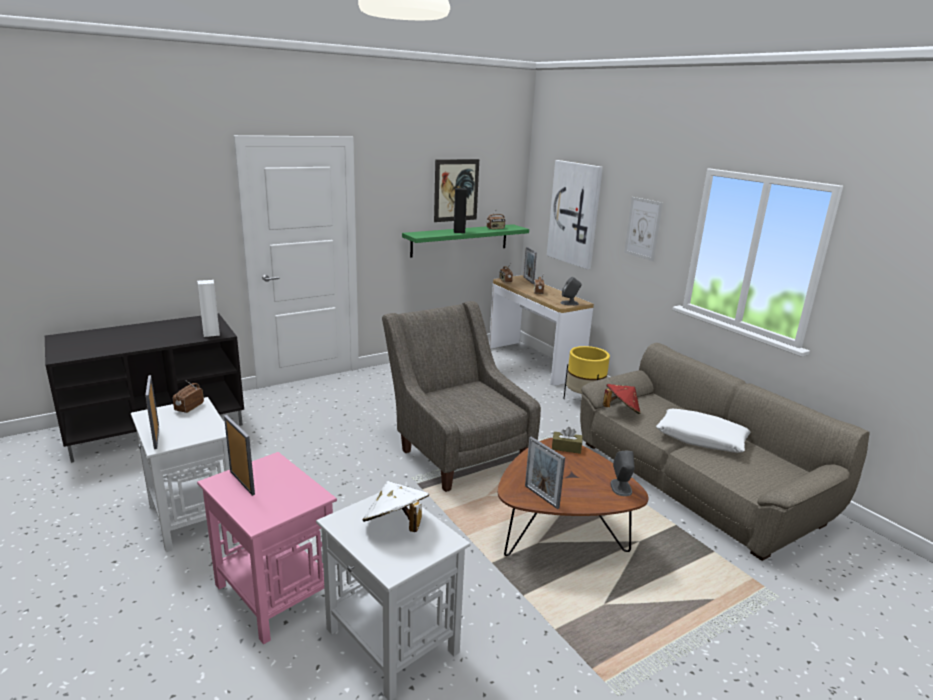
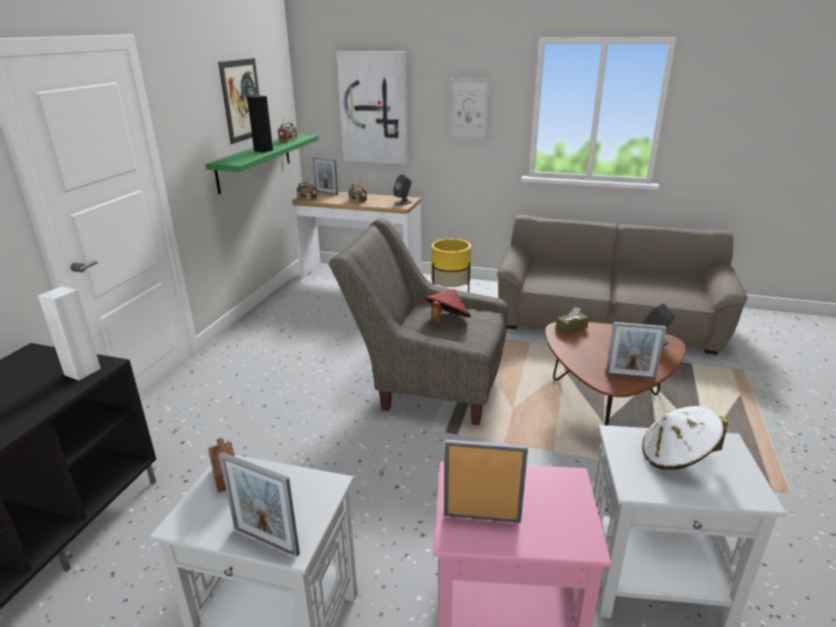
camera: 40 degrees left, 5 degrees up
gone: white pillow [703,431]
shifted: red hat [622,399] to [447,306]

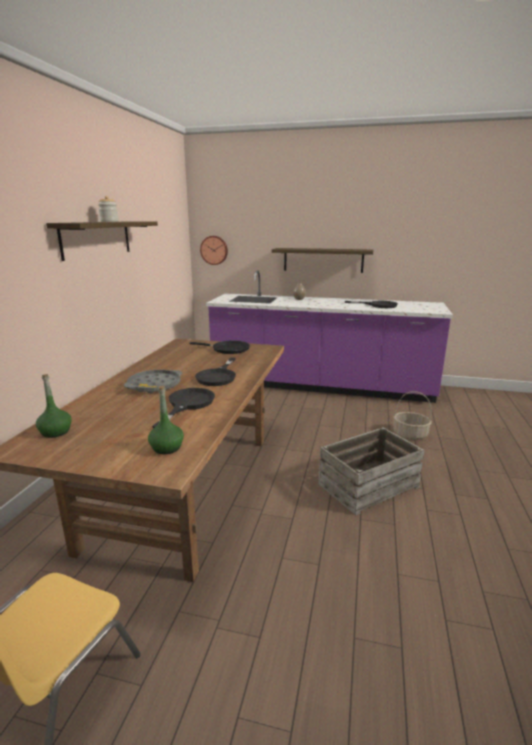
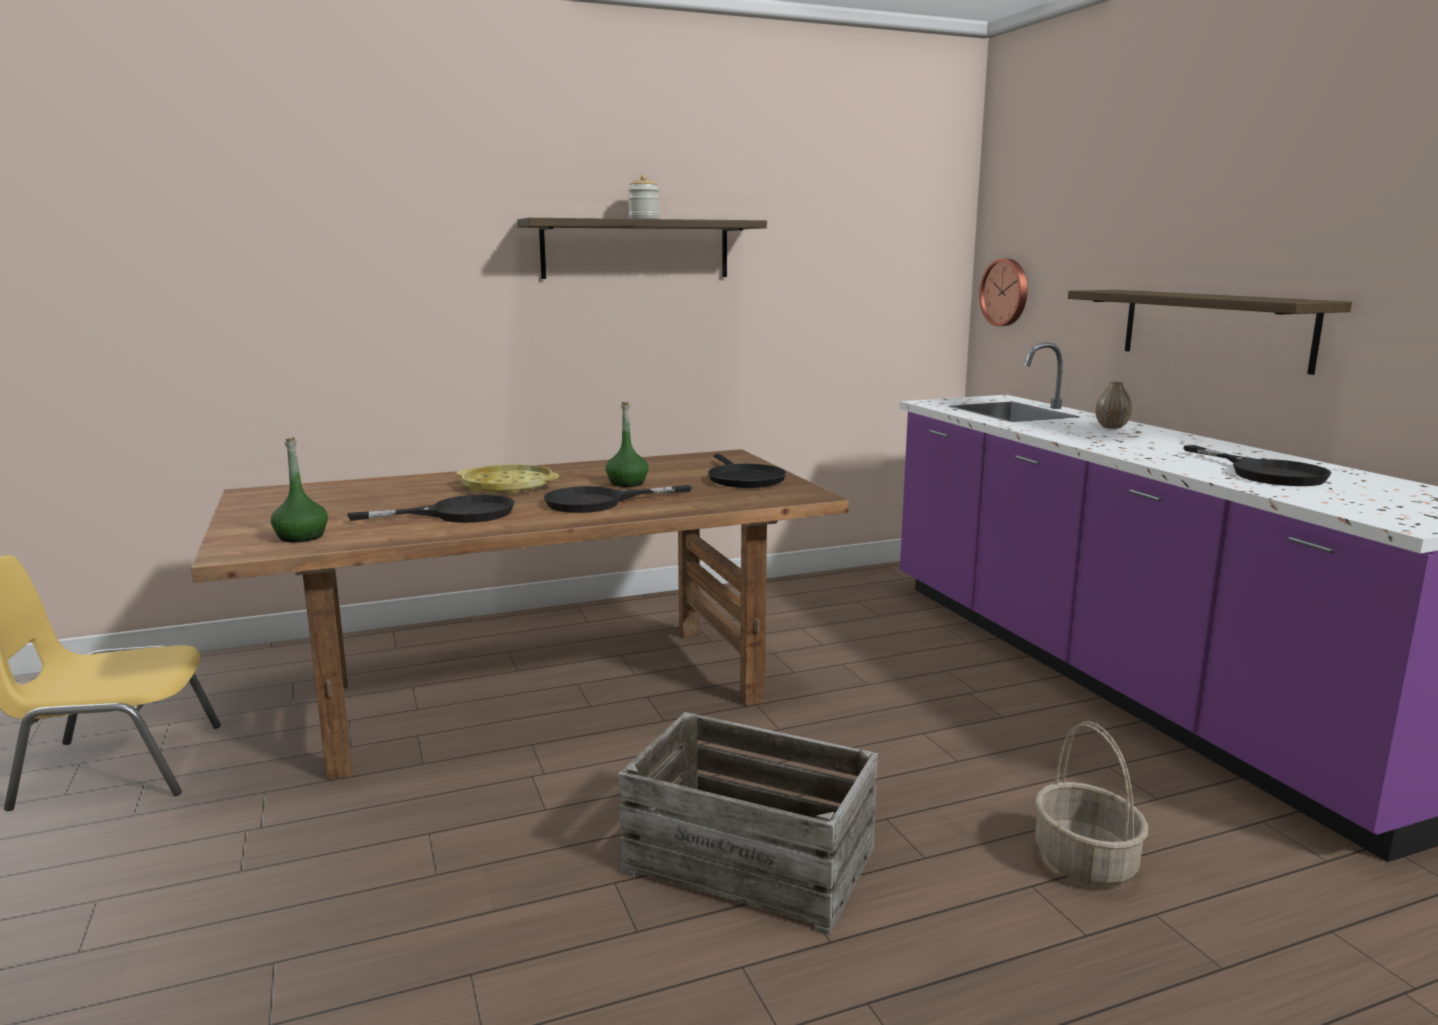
camera: 55 degrees right, 5 degrees down
shifted: green bottle [54,406] to [627,444]
repainted: grey tray [153,382] to yellow tray [507,479]

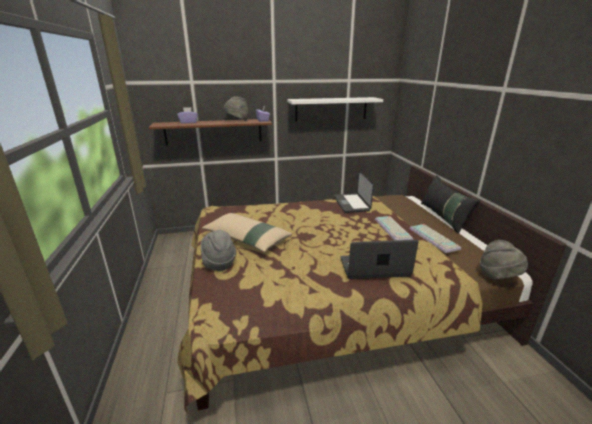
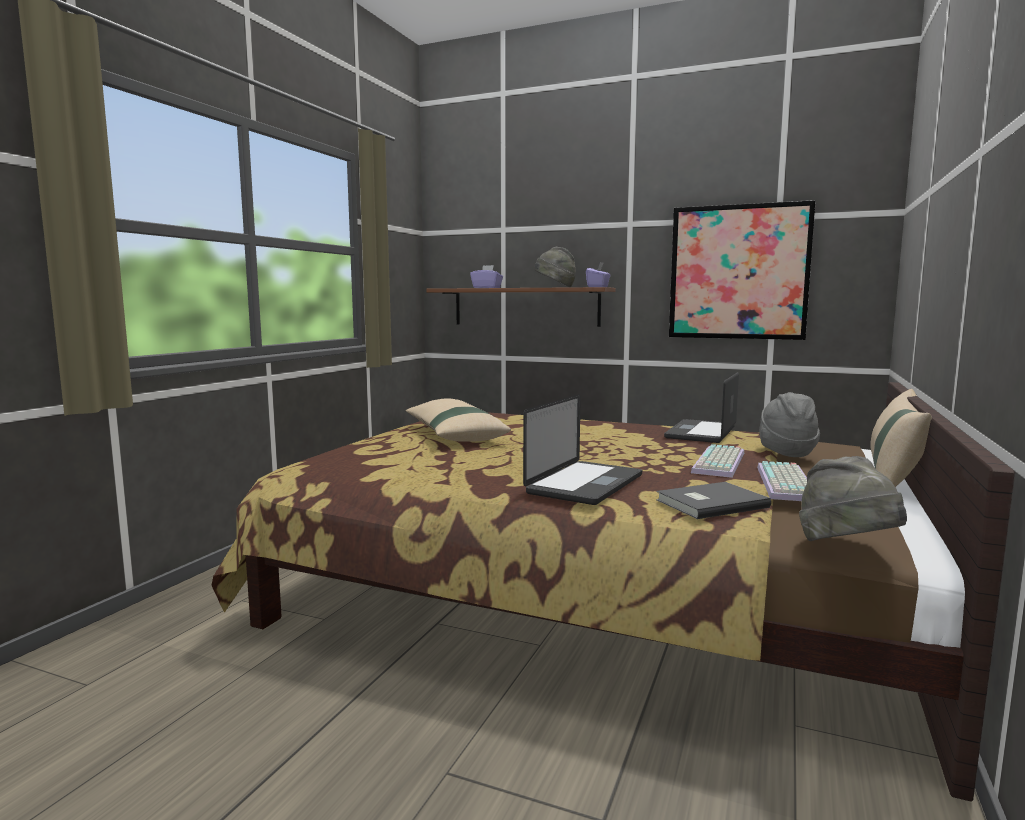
camera: 35 degrees right, 15 degrees down
new: grey book [713,500]
shifted: grey hat [218,250] to [789,424]
swapped: white shelf [335,109] to picture [742,270]
repainted: black pillow [450,204] to beige pillow [901,438]
rotated: laptop [380,259] = [582,449] 90 degrees clockwise

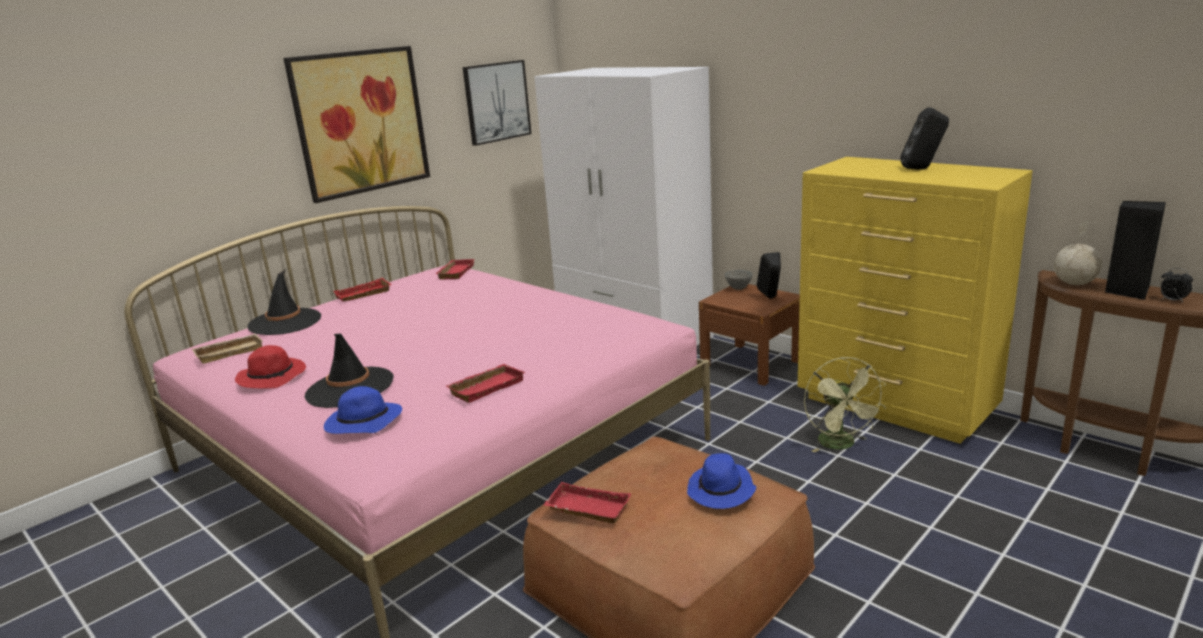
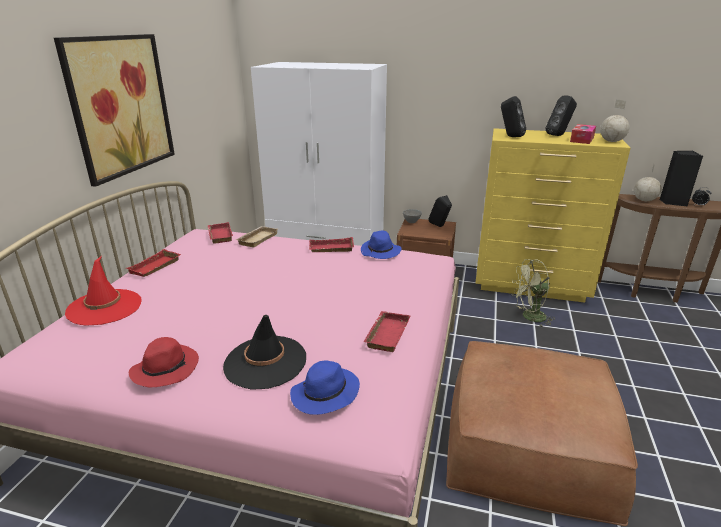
camera: 30 degrees left, 5 degrees up
gone: picture [497,103]
new: black speaker [513,116]; tissue box [583,134]; globe [615,120]
shifted: beige tray [227,349] to [256,236]; red tray [587,503] to [331,244]; blue hat [721,481] to [381,244]
repainted: black hat [284,302] to red hat [103,291]
rotated: green fan [845,404] = [533,293] 120 degrees clockwise

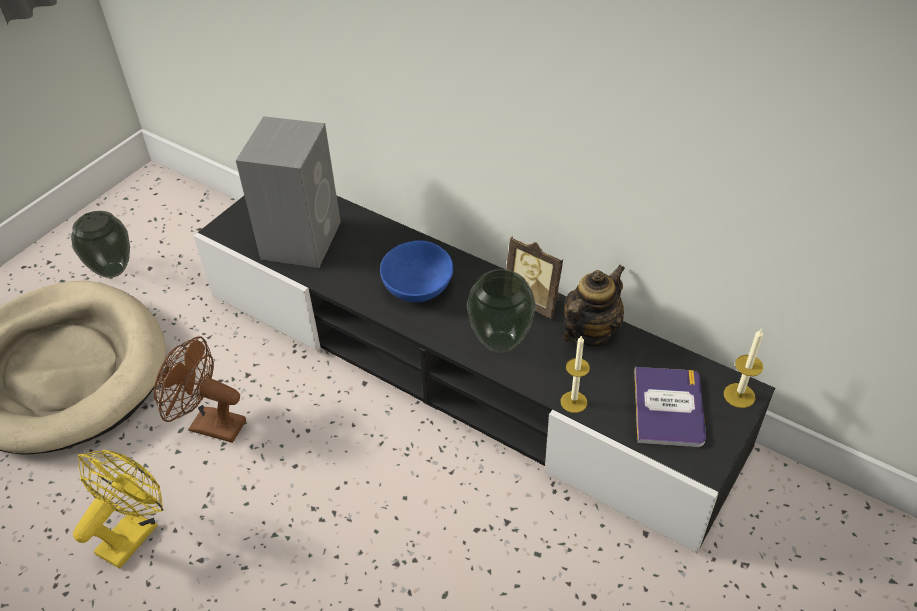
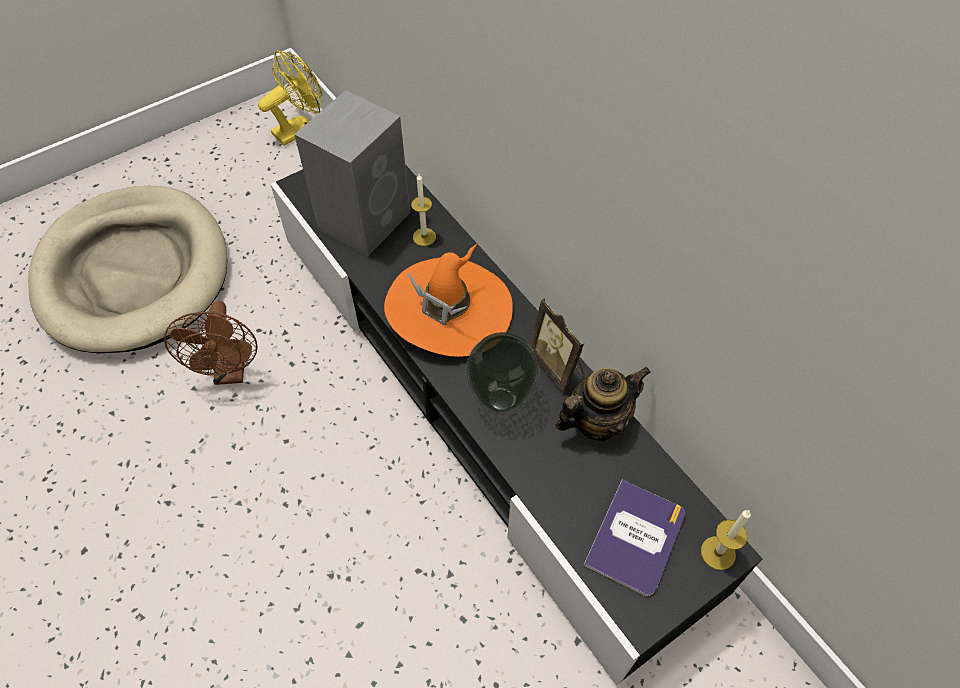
camera: 20 degrees right, 10 degrees up
gone: vase [100,244]
shifted: yellow fan [118,509] to [290,98]; candle [575,374] to [423,210]
swapped: blue bowl [416,271] to orange hat [448,300]
rotated: brown fan [200,389] = [211,342] 135 degrees counterclockwise

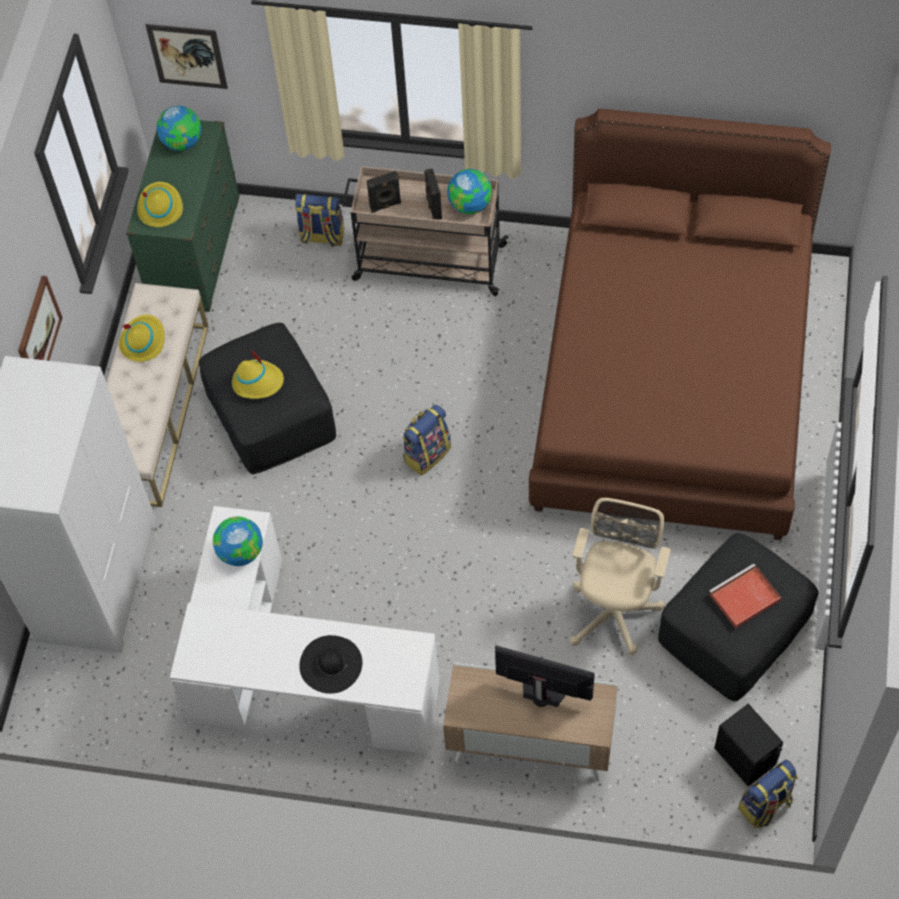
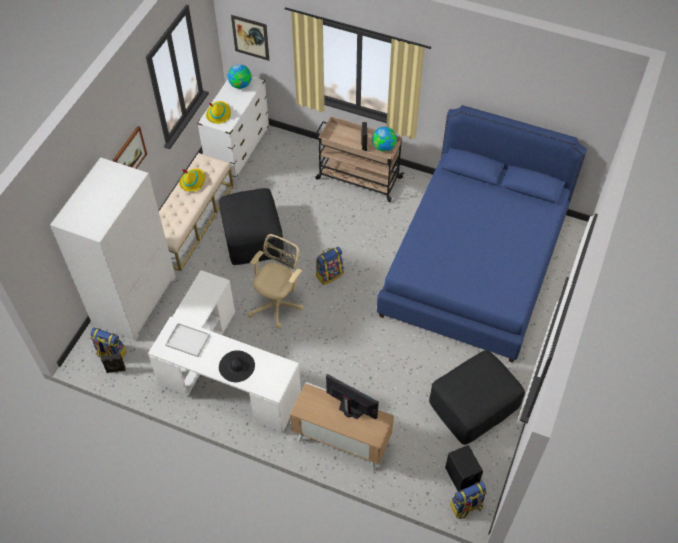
camera: 10 degrees right, 5 degrees down
gone: globe [238,541]; yellow hat [258,375]; red tray [745,596]
new: white tray [187,340]
shifted: backpack [319,220] to [108,343]; black speaker [384,192] to [113,363]; beige office chair [620,576] to [276,281]
repainted: green dresser [183,216] to white dresser [233,127]; brown bed [680,324] to blue bed [482,234]

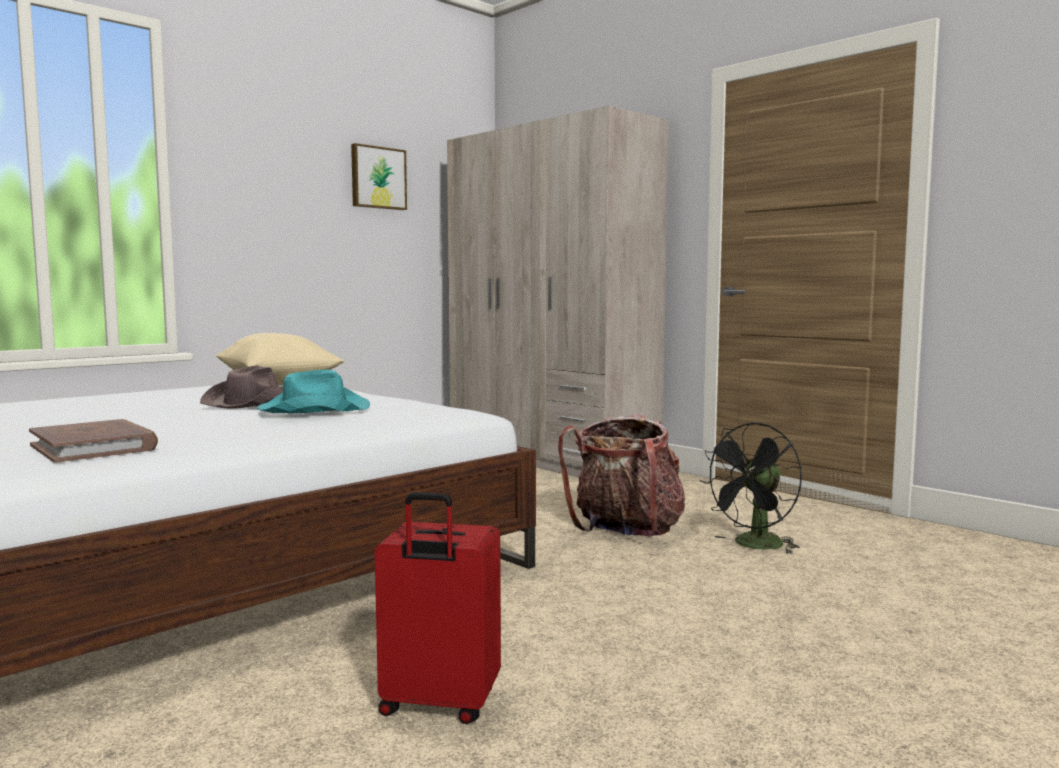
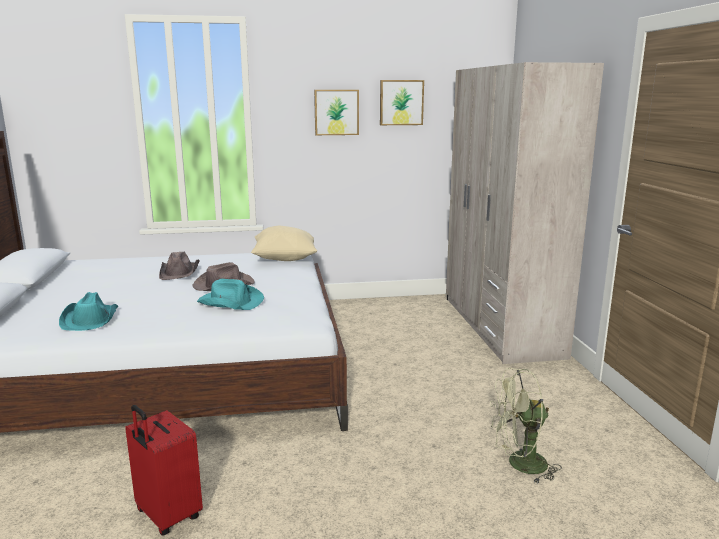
camera: 35 degrees right, 10 degrees up
gone: backpack [621,475]
new: brown hat [179,266]; picture [336,112]
swapped: brown book [93,441] to turquoise hat [88,311]
repainted: black fan [751,488] to green fan [526,425]

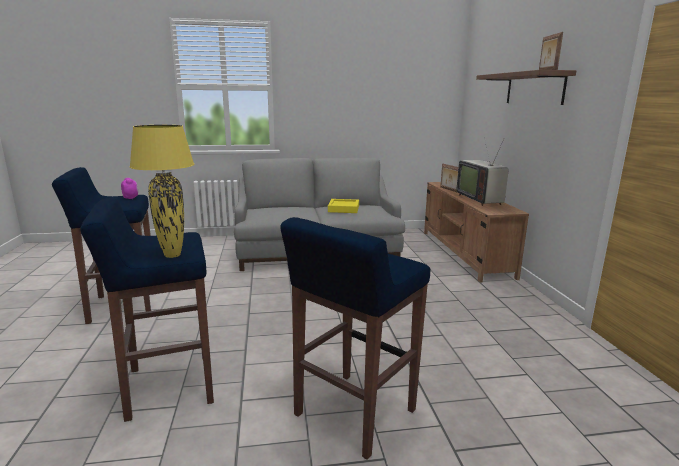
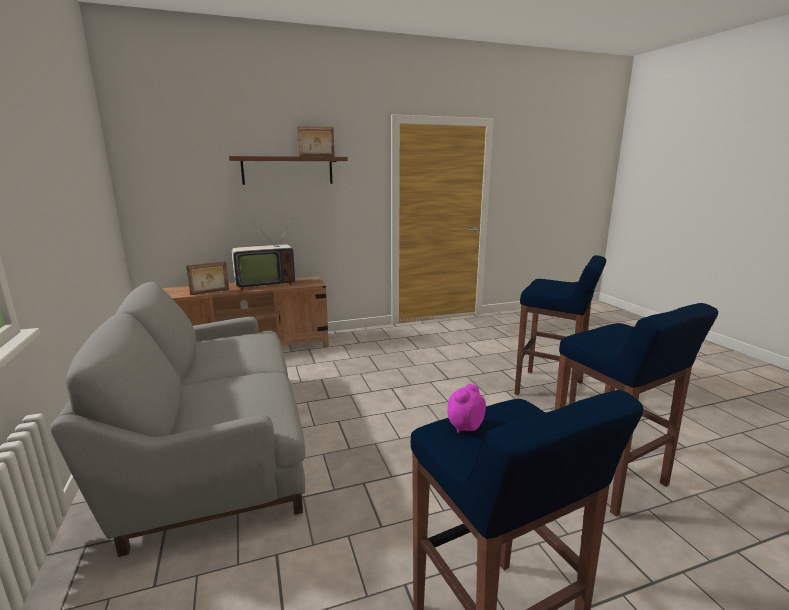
camera: 100 degrees left, 0 degrees up
gone: yellow table lamp [161,191]; yellow tray [343,206]

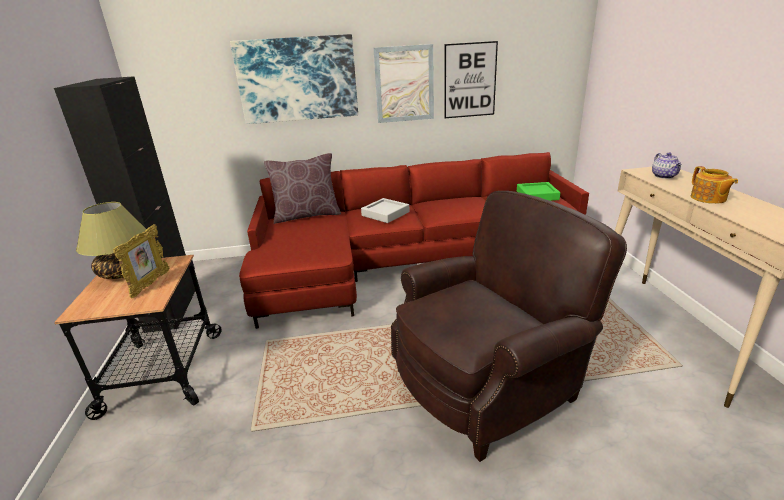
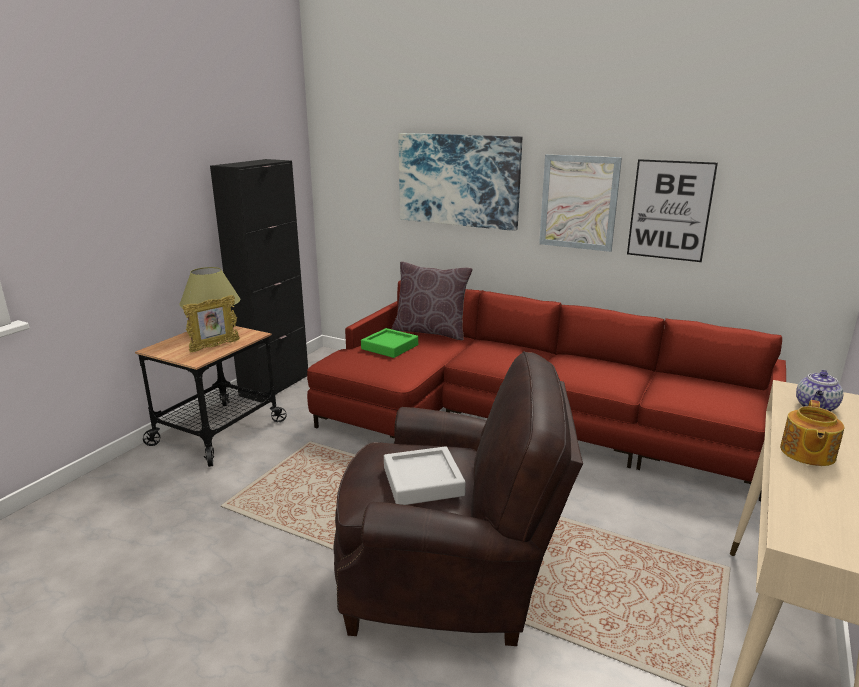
camera: 35 degrees right, 5 degrees down
shifted: grey tray [385,210] to [425,475]; green tray [538,191] to [389,343]

